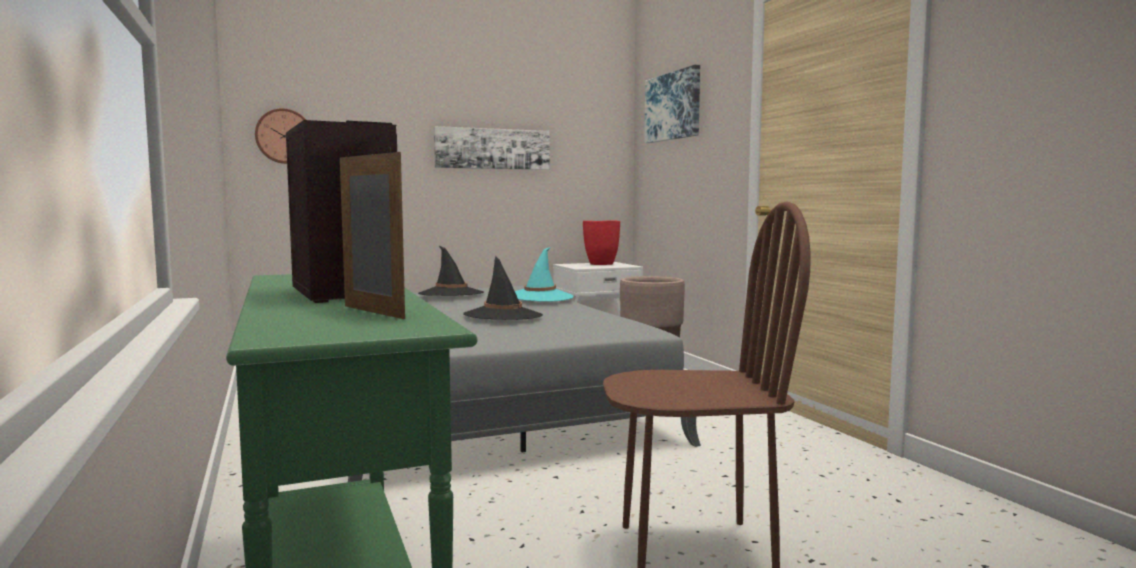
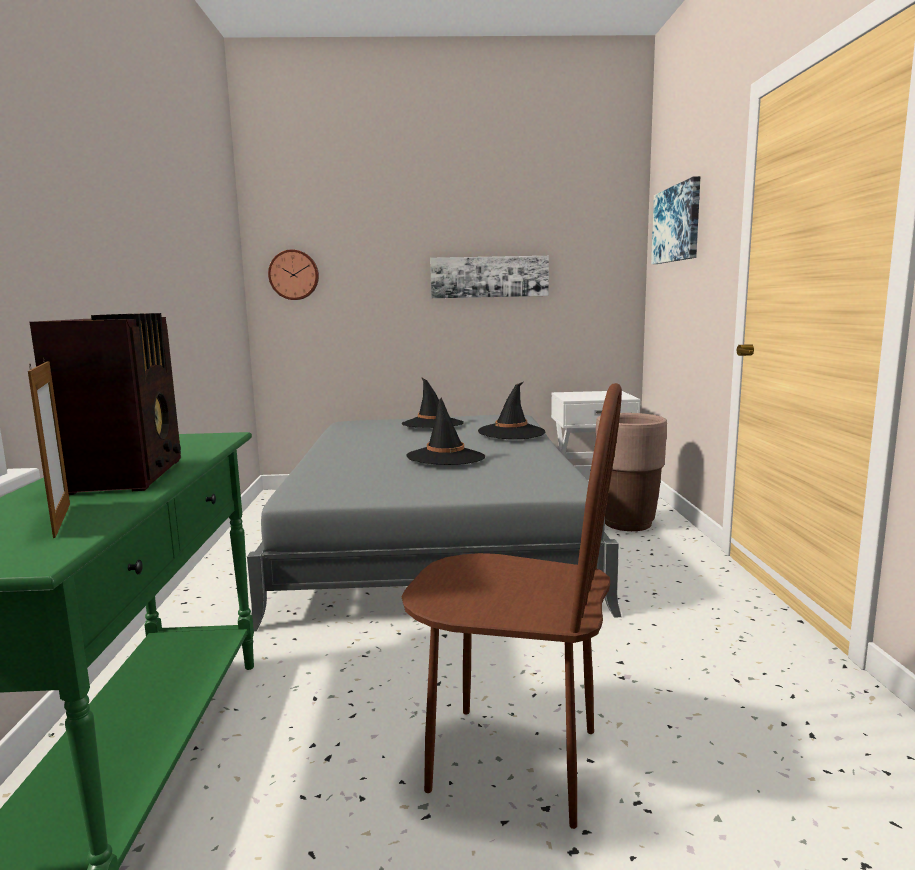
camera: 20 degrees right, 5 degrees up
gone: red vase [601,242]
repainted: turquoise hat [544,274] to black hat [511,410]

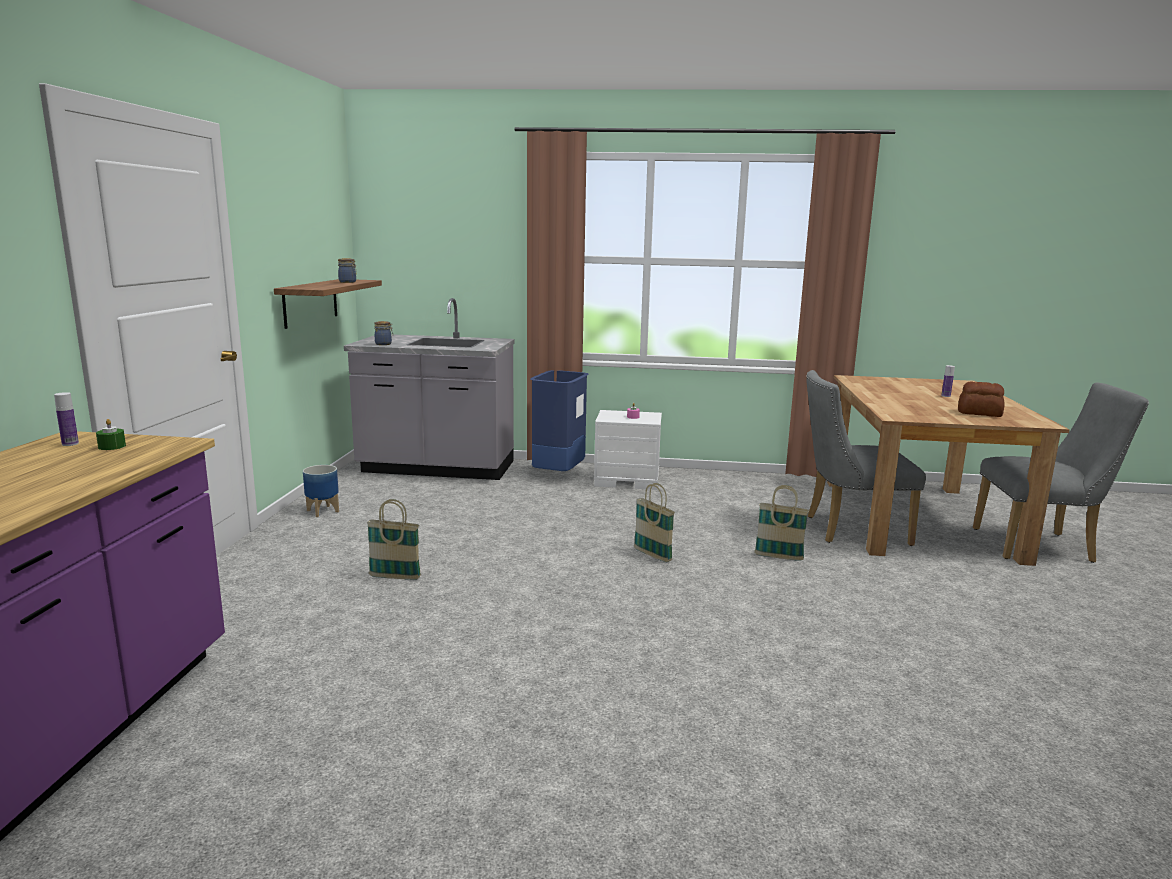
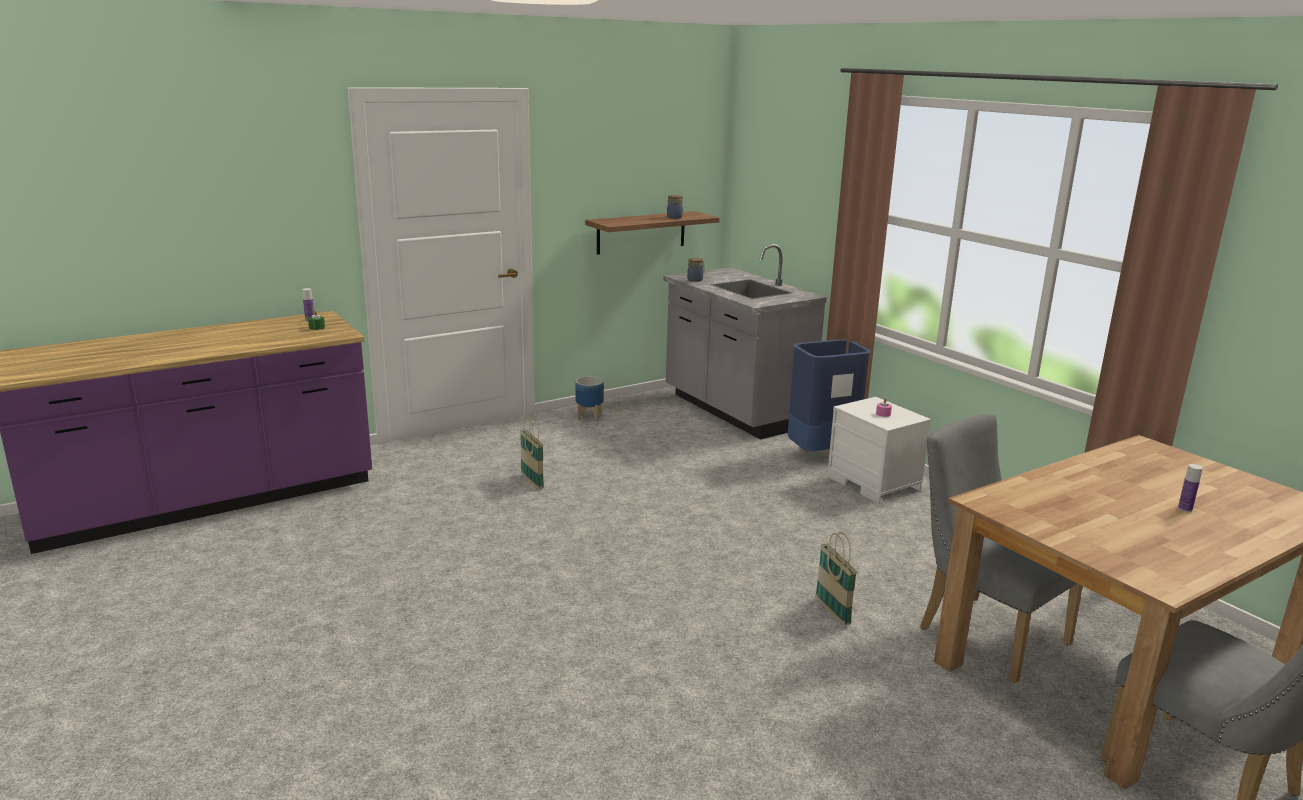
camera: 50 degrees right, 5 degrees up
gone: basket [654,522]; bread [981,399]

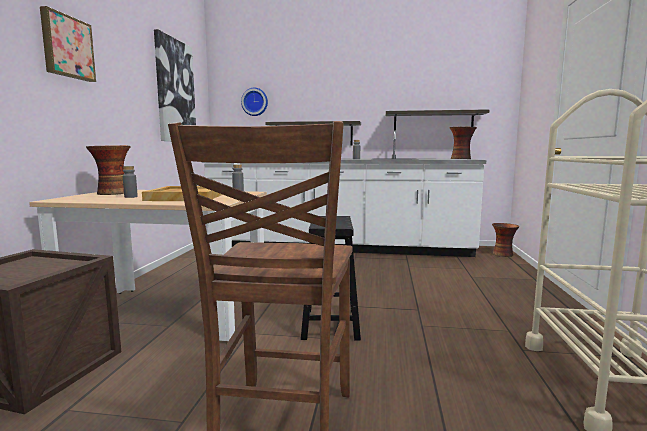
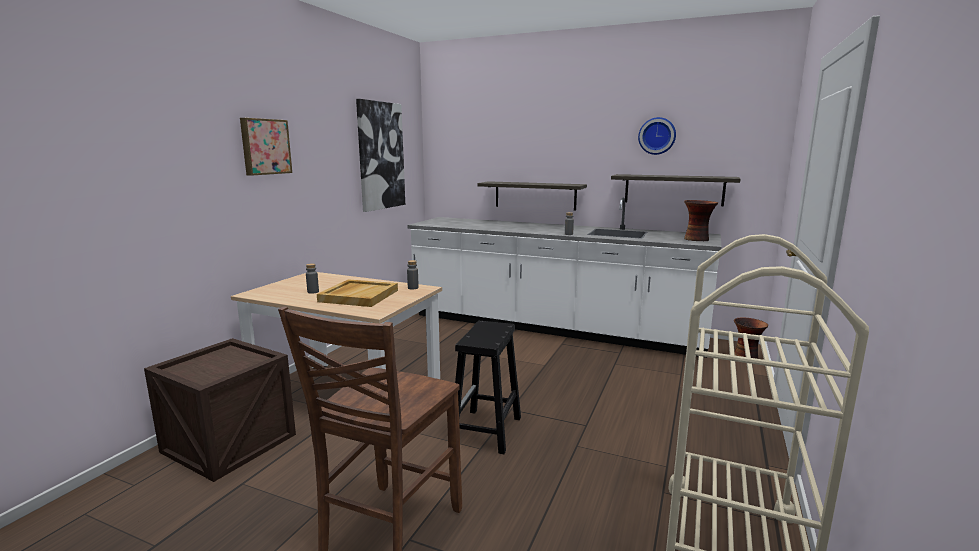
camera: 15 degrees right, 5 degrees up
gone: vase [108,170]
shifted: wall clock [254,102] to [657,136]

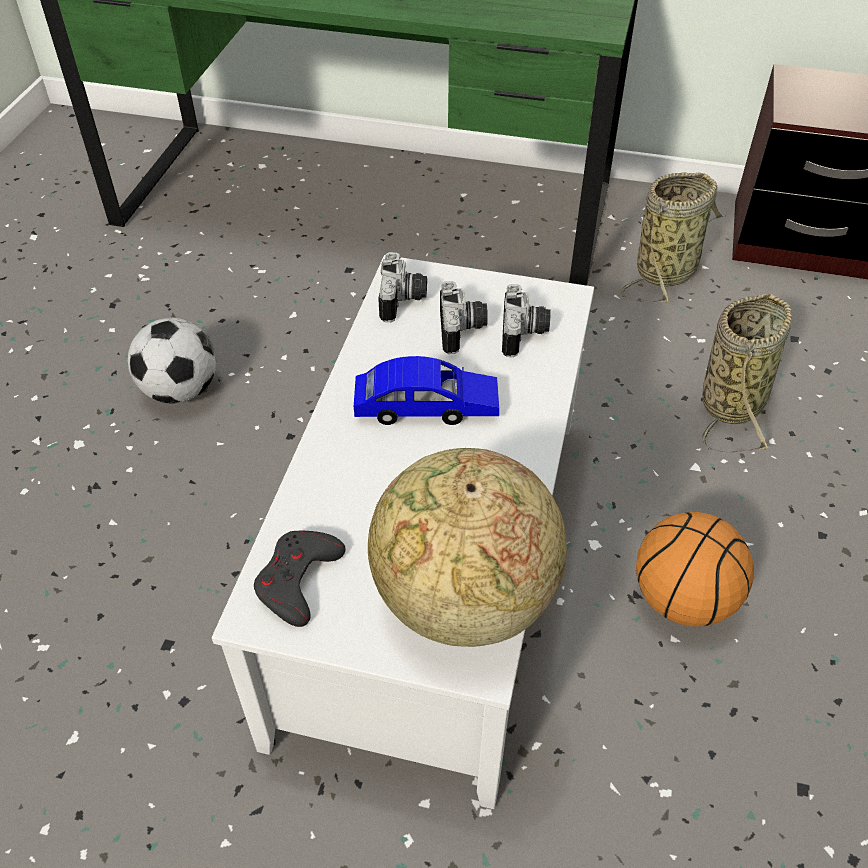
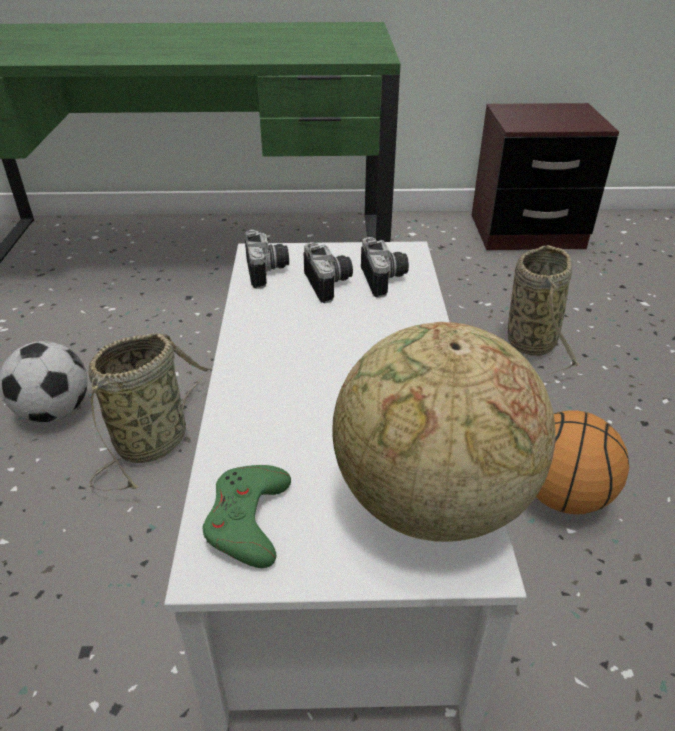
camera: 15 degrees left, 10 degrees down
gone: blue toy car [426,390]
shifted: basket [673,238] to [150,412]
repainted: grey game controller [300,578] to green game controller [247,516]

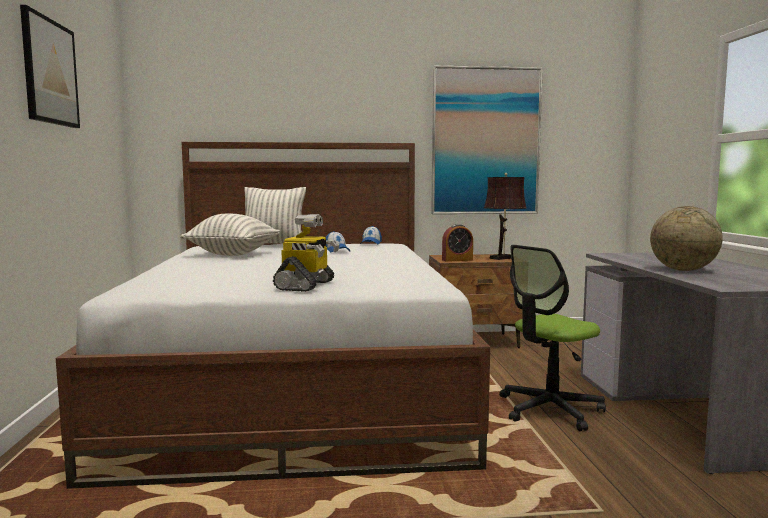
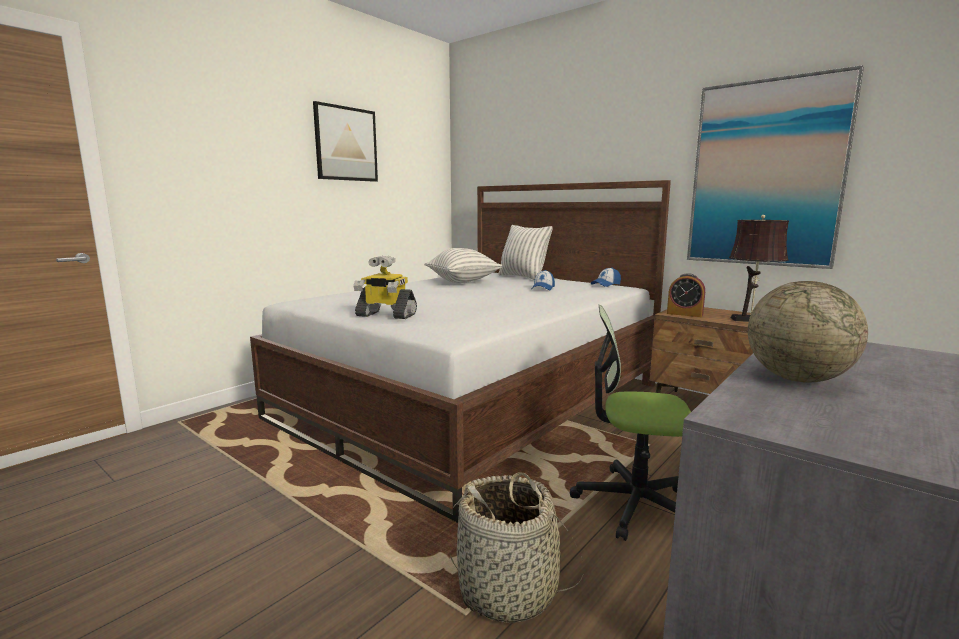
camera: 45 degrees right, 5 degrees up
new: basket [517,547]
rotated: toy robot [306,253] = [385,287] 45 degrees clockwise

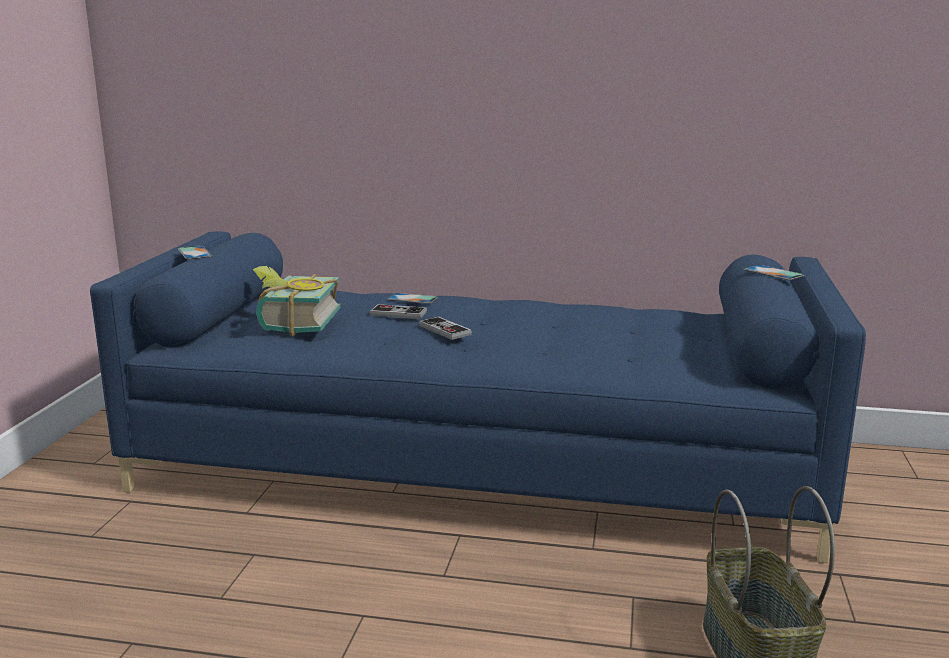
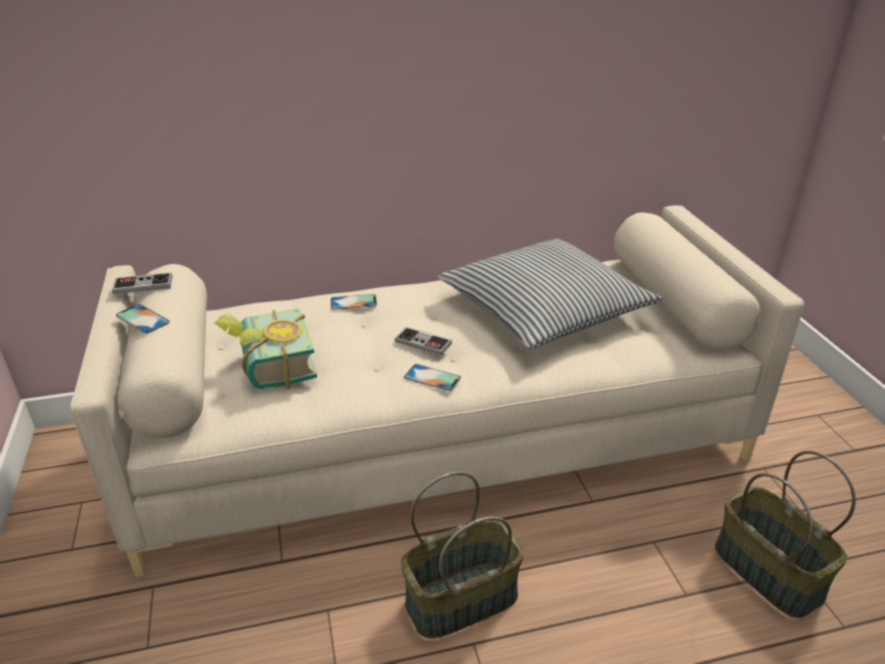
camera: 25 degrees left, 15 degrees up
new: basket [462,555]; pillow [550,293]
shifted: game controller [398,311] to [142,283]; phone [774,272] to [432,377]
repainted: blue sofa [478,397] to beige sofa [437,391]

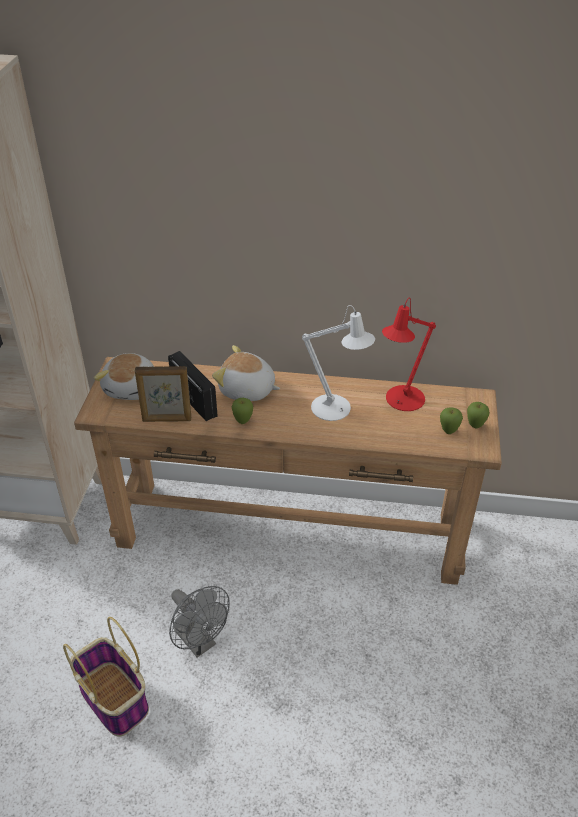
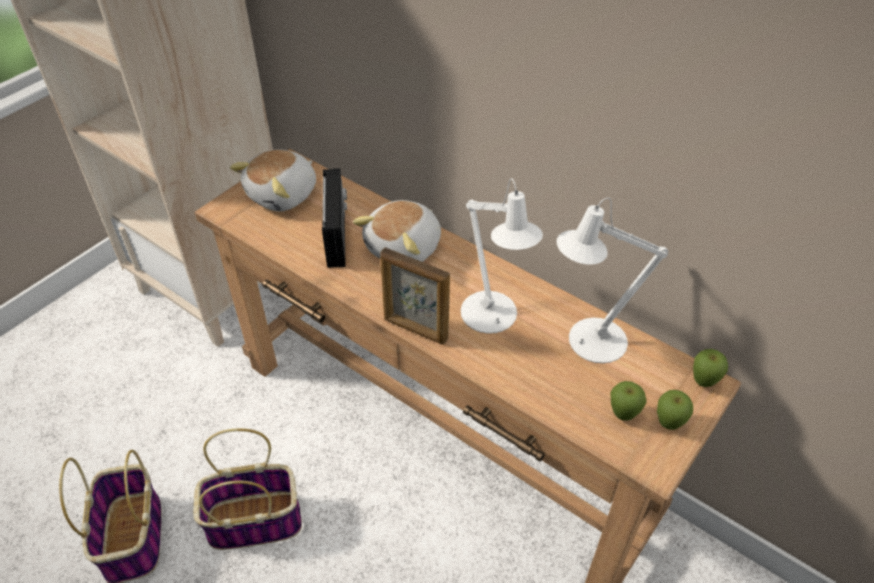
camera: 30 degrees right, 5 degrees up
shifted: picture frame [163,394] to [415,296]; apple [242,411] to [710,368]
swapped: grey fan [199,621] to basket [247,489]
repainted: red table lamp [409,354] to white table lamp [612,280]
rotated: plush toy [246,373] = [397,231] 105 degrees counterclockwise

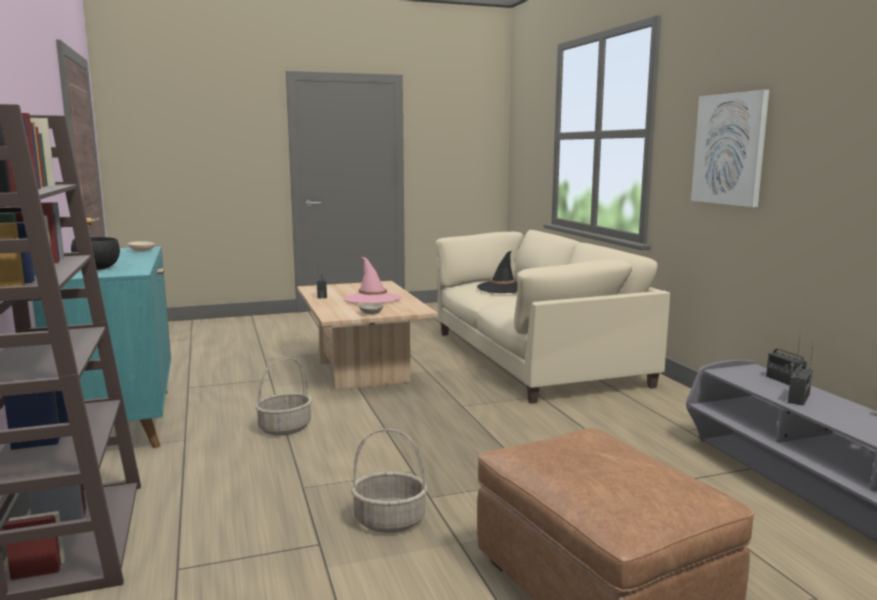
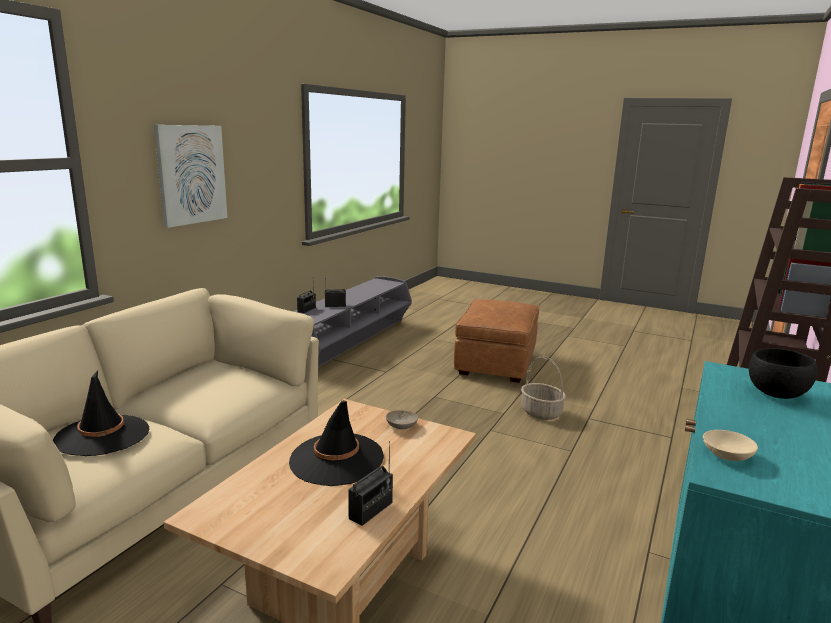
camera: 135 degrees left, 5 degrees up
gone: basket [283,396]
repainted: pink hat [372,279] to black hat [336,443]

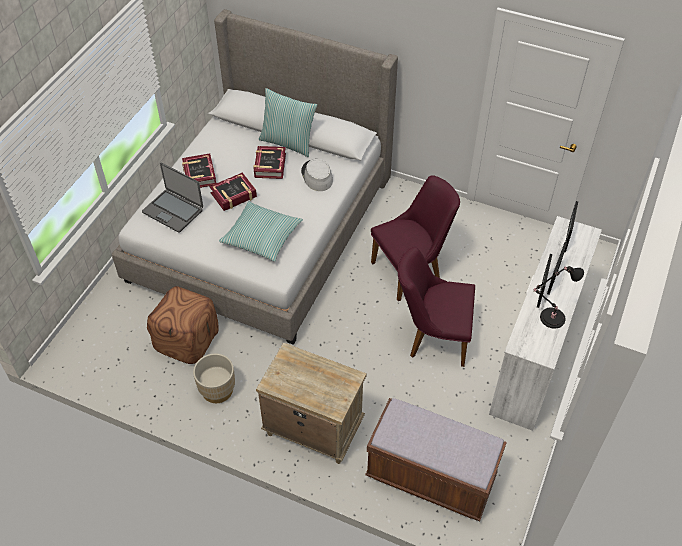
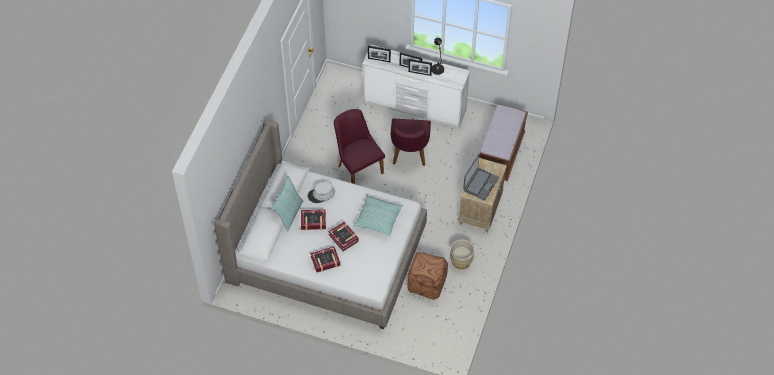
camera: 95 degrees left, 5 degrees up
shifted: laptop [172,198] to [481,177]

